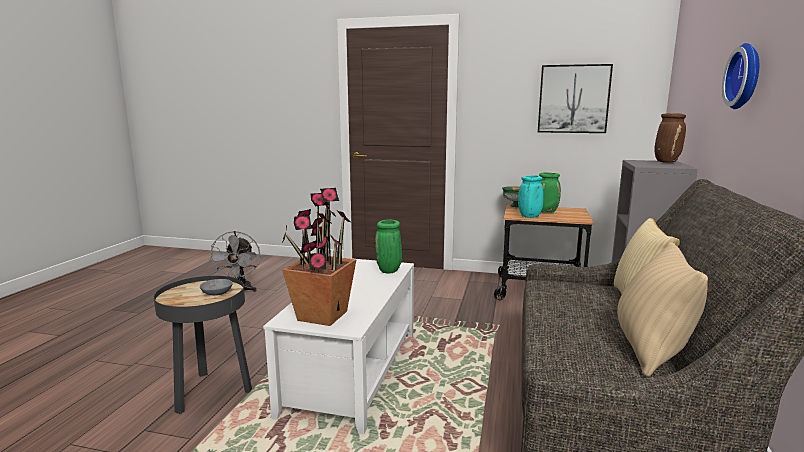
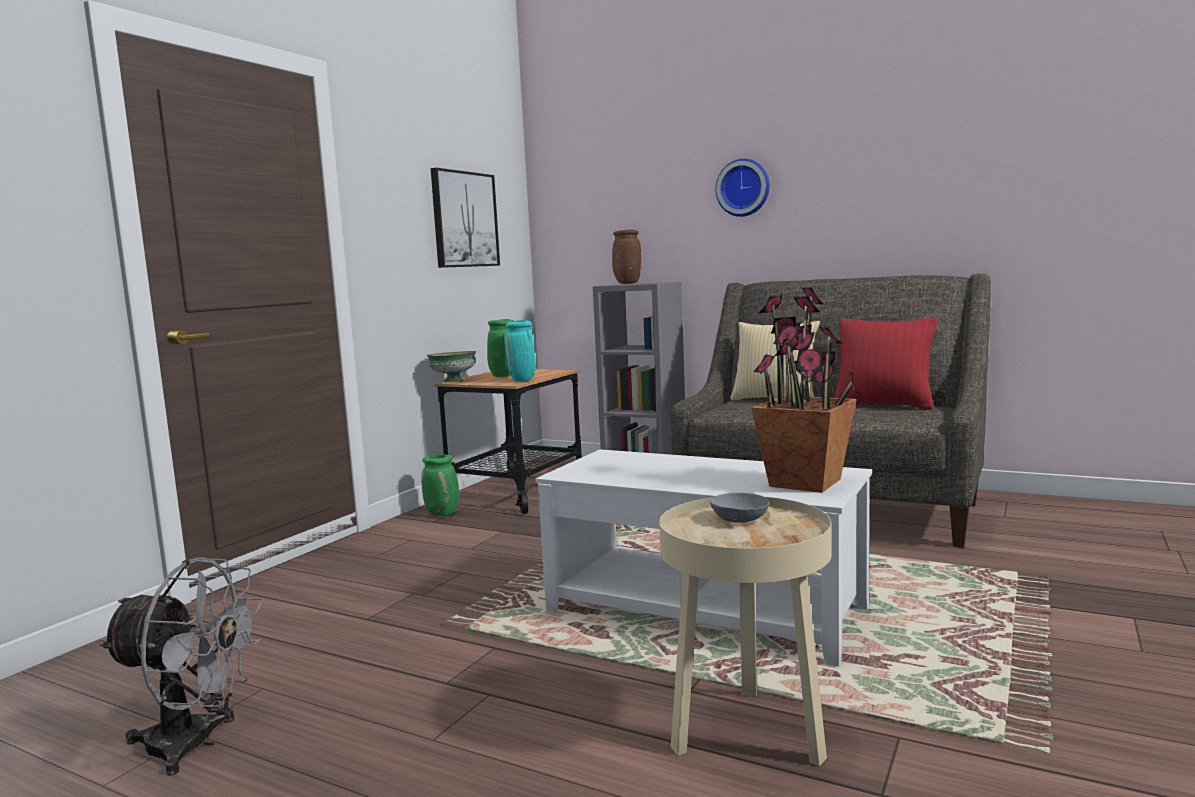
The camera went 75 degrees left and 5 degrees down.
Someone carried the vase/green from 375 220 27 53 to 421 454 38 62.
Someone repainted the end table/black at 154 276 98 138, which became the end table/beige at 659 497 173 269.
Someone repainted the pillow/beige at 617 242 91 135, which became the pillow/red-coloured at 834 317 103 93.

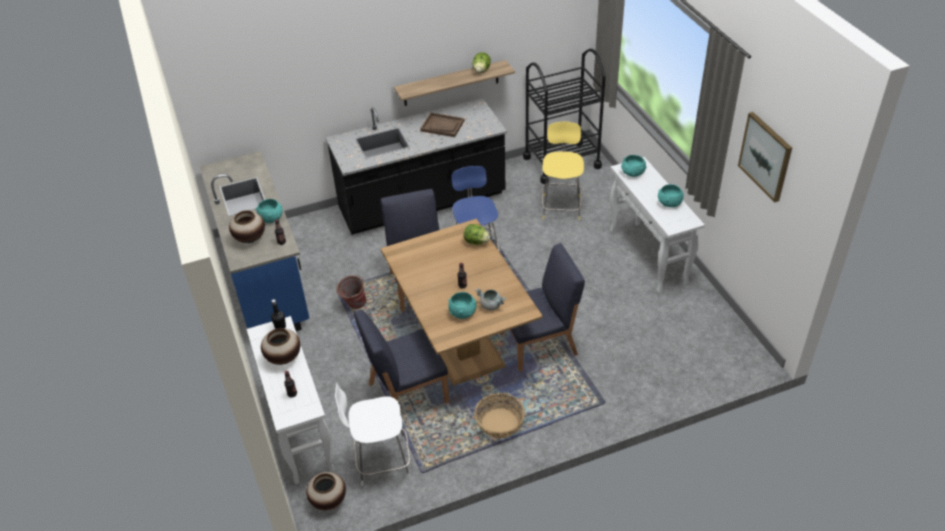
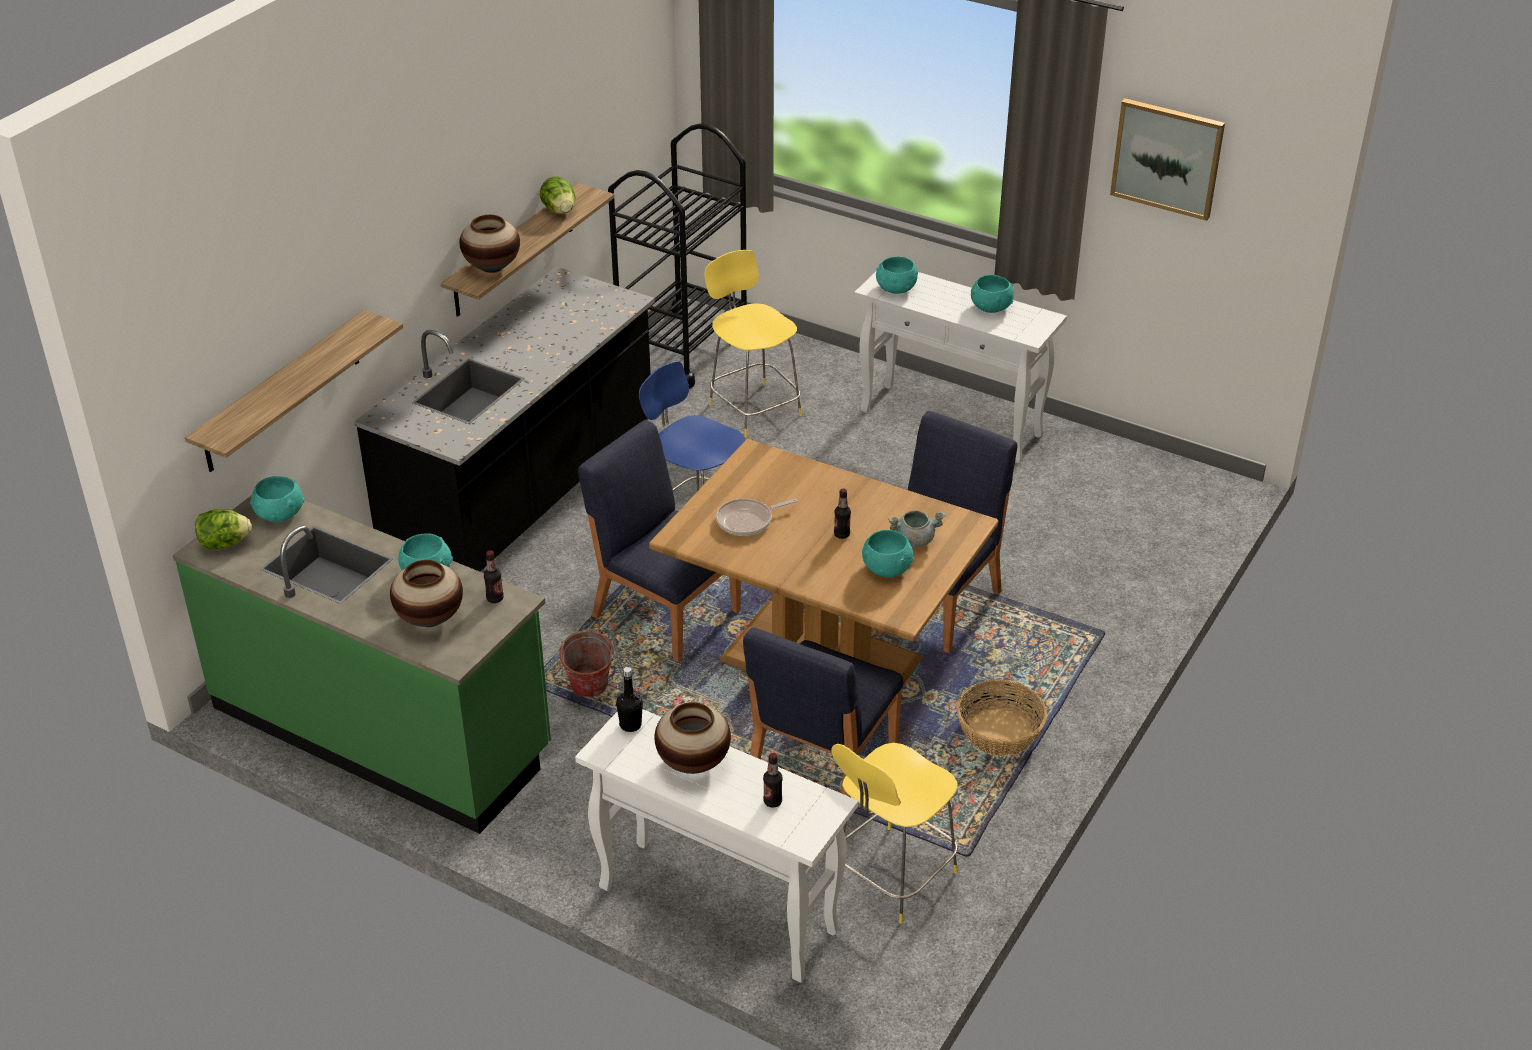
The camera went 40 degrees left and 5 degrees down.
Someone repainted the kitchen counter/blue at 200 151 109 180, which became the kitchen counter/green at 173 495 378 339.
Someone put up the bracket shelf at 185 310 218 162.
Someone carried the head of lettuce from 463 224 28 21 to 195 509 57 40.
Someone put down the deep dish/turquoise at 250 476 55 46.
Someone carried the vase from 306 472 40 38 to 460 215 60 58.
Someone put down the skillet at 716 498 82 38.
Someone repainted the stool/white-coloured at 335 383 75 102, which became the stool/yellow-coloured at 832 743 126 181.
Someone took away the tray/brownish at 420 112 44 25.

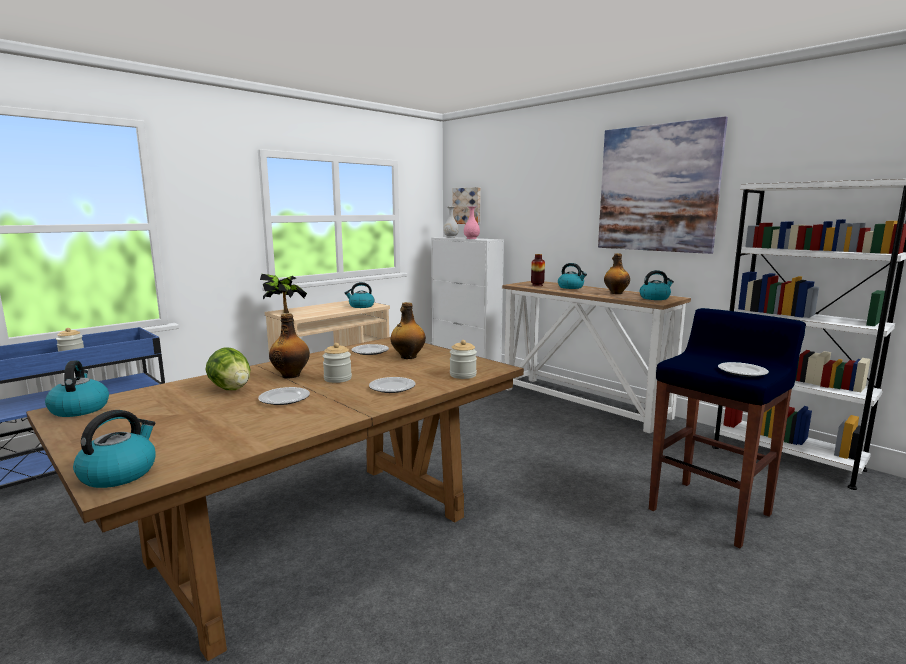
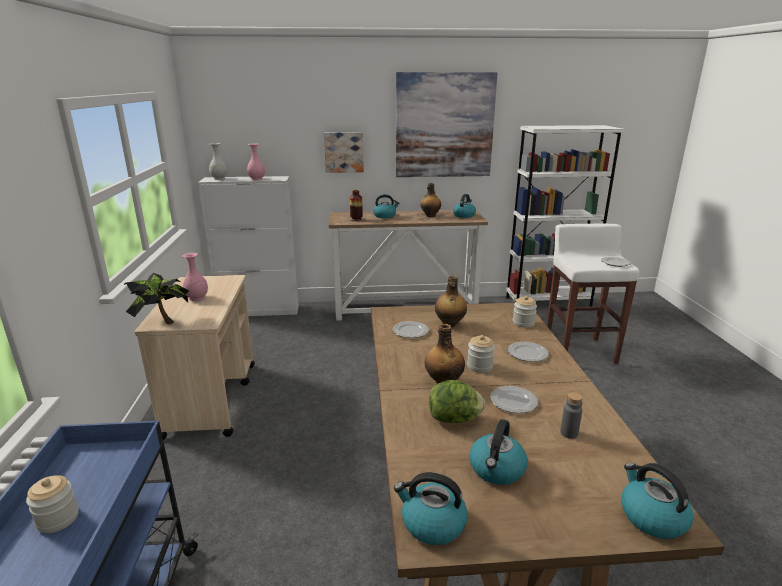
The camera went 50 degrees left and 10 degrees up.
Someone put down the vase/pink at 183 253 25 48.
Someone carried the wall picture from 452 187 29 37 to 324 132 40 41.
Someone carried the tea kettle from 345 282 29 26 to 469 419 59 66.
Someone repainted the stool/blue at 649 308 157 240, which became the stool/white-coloured at 547 224 93 140.
Someone put down the bottle/gray at 560 392 23 47.

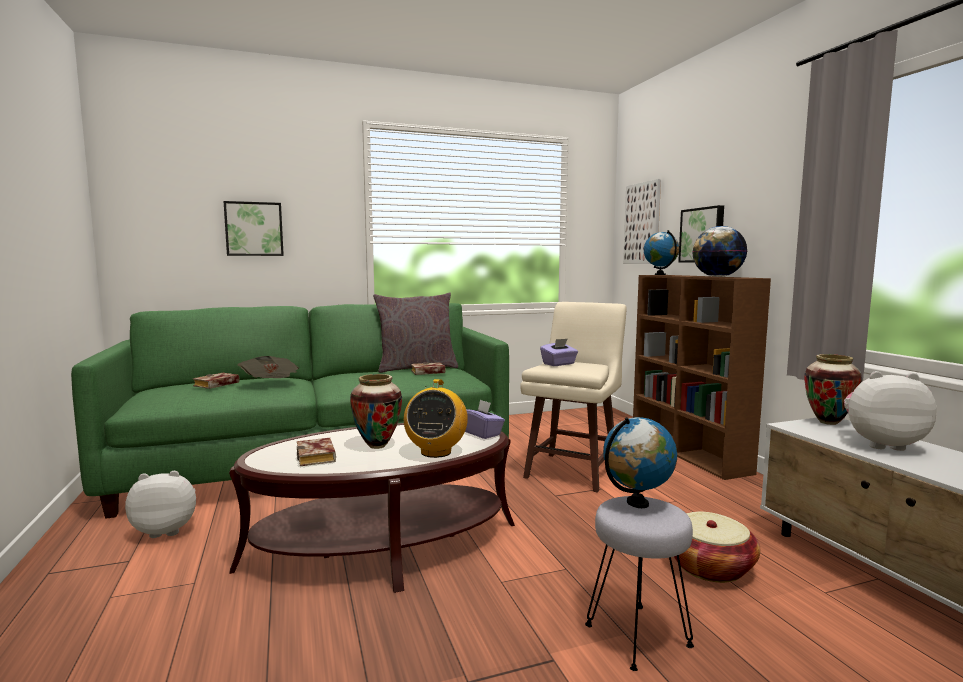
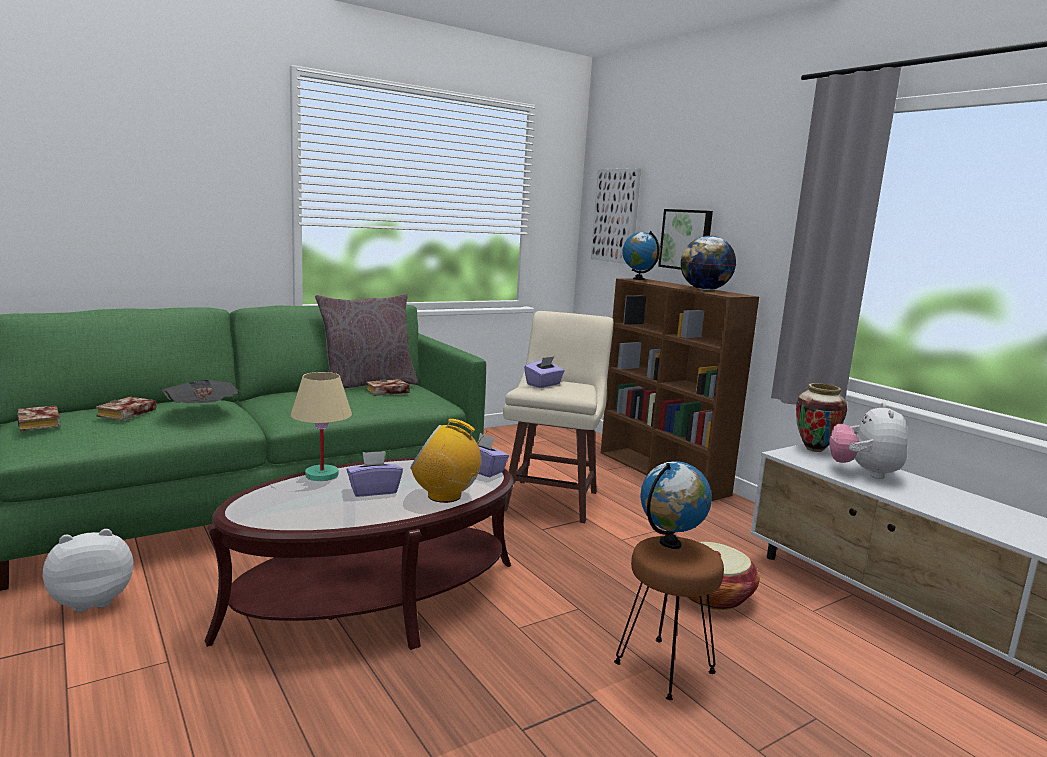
The camera went 15 degrees left and 5 degrees up.
Someone carried the bound book from 297 438 39 28 to 17 405 44 26.
Someone put down the tabletop lamp/beige at 291 372 61 109.
Someone swapped the vase at 350 374 52 75 for the tissue holder/purple at 347 451 56 46.
Someone rotated the radio receiver at 404 379 64 79 by 105 degrees clockwise.
Someone repainted the stool/gray at 585 496 109 175, which became the stool/brownish at 614 536 110 164.
Someone rotated the cuddly toy at 844 371 93 80 by 75 degrees counterclockwise.
Someone took away the wall picture at 223 201 61 55.

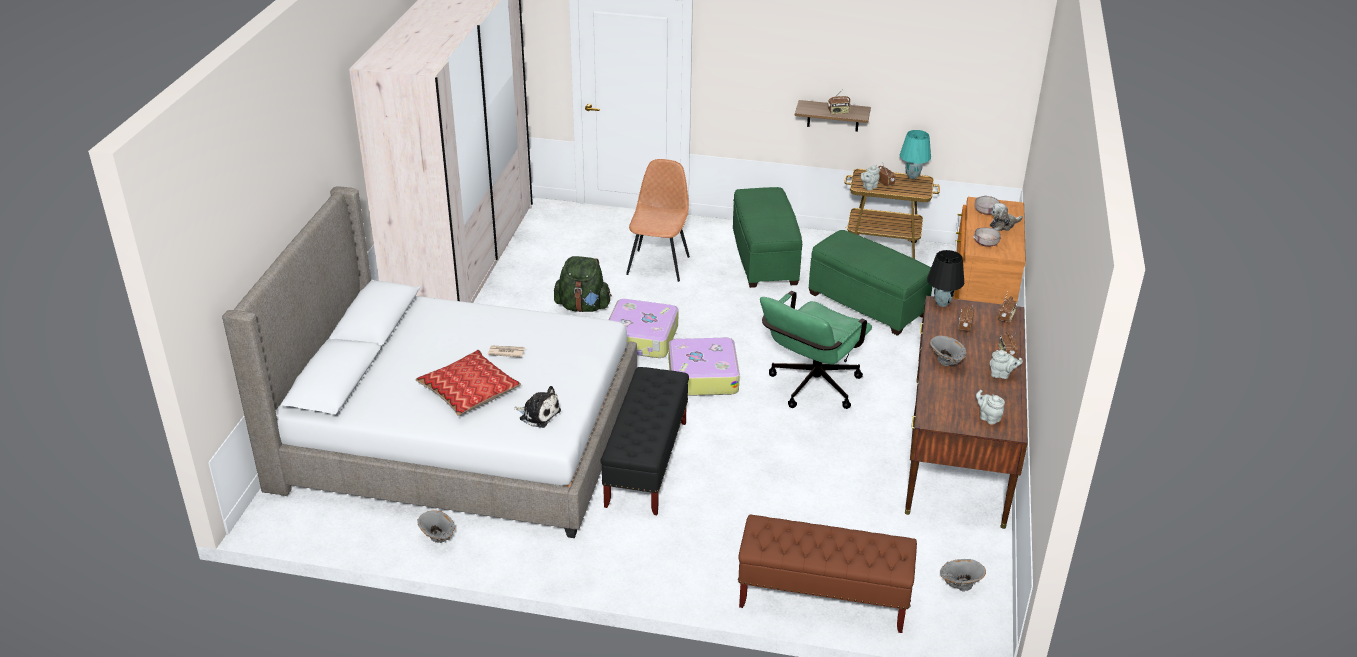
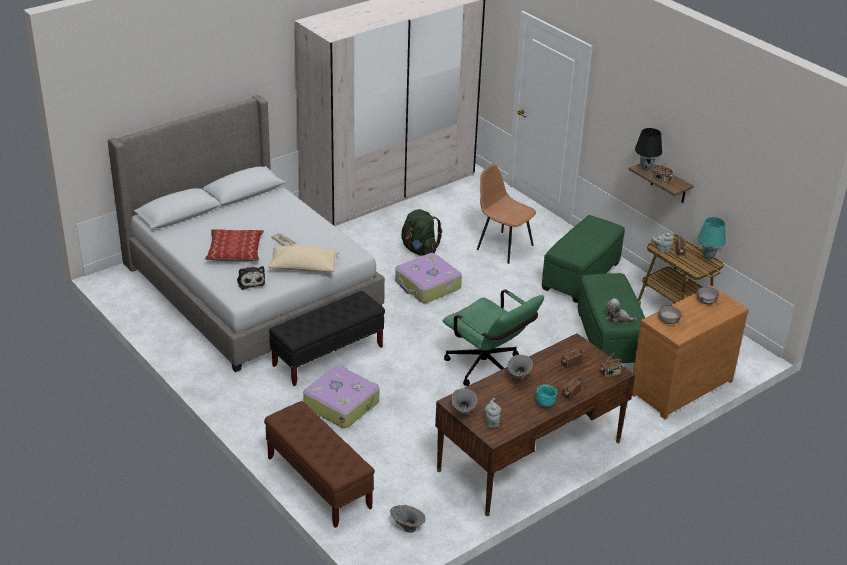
The camera went 40 degrees right and 0 degrees up.
Someone put down the pillow/beige at 268 245 71 27.
Someone carried the suitcase from 669 337 71 59 to 303 366 76 62.
Someone rotated the office chair/green at 760 291 112 118 by 120 degrees counterclockwise.
Someone carried the vase/gray from 417 510 38 33 to 451 388 26 28.
Someone rotated the plain chair/brownish at 626 159 64 123 by 105 degrees counterclockwise.
Someone swapped the pot for tea/gray at 990 350 33 29 for the deep dish/turquoise at 536 384 21 23.
Someone carried the cuddly toy from 990 203 33 28 to 606 298 31 26.
Someone carried the tabletop lamp/black from 927 250 37 57 to 635 128 27 43.

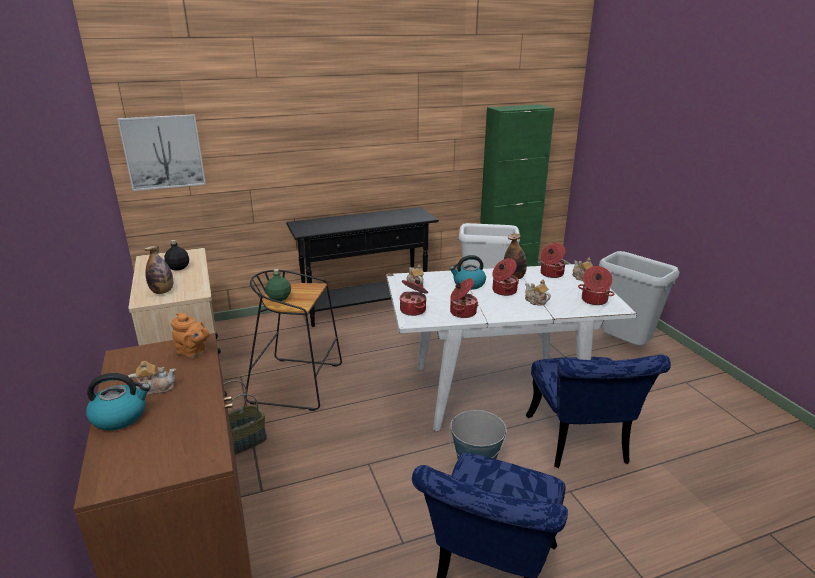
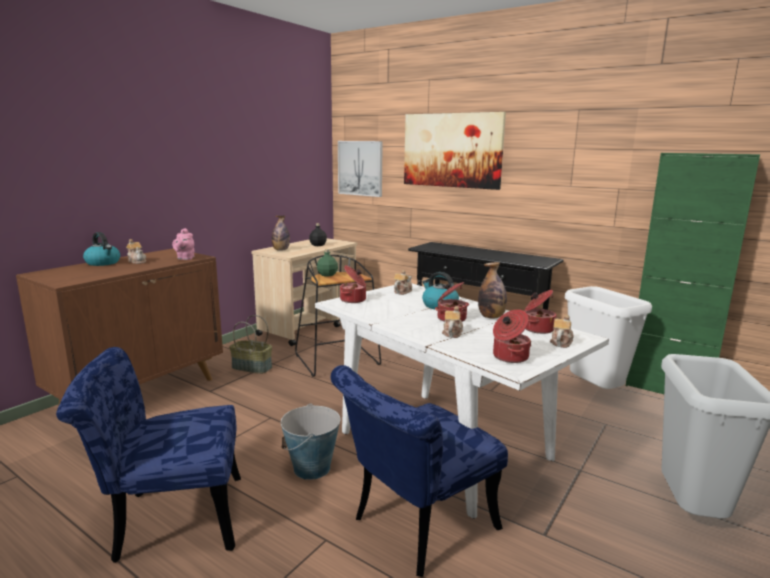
The camera went 55 degrees right and 10 degrees down.
Someone repainted the pot for tea/orangey at 171 313 39 45, which became the pot for tea/pink at 172 228 22 32.
Someone put up the wall picture at 404 112 102 78.
Someone took away the cooking pot at 450 278 28 40.

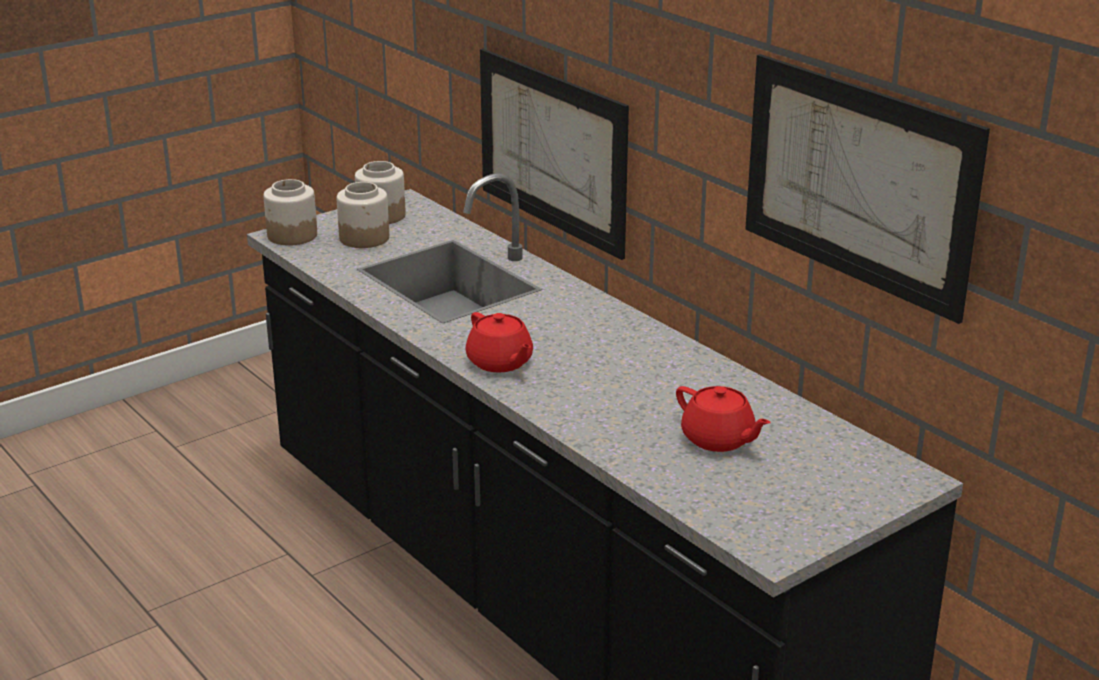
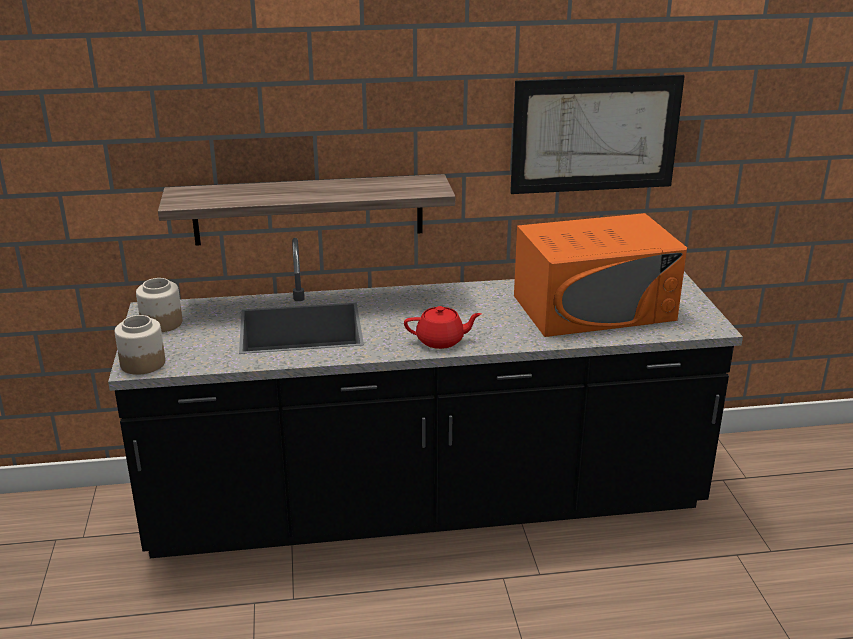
The camera went 60 degrees left and 0 degrees up.
Someone swapped the wall picture at 480 49 149 211 for the bracket shelf at 158 174 297 72.
Someone swapped the pot for tea/red-coloured at 676 386 95 66 for the microwave oven/orangey at 514 213 173 124.
Someone took away the jar at 337 182 52 66.

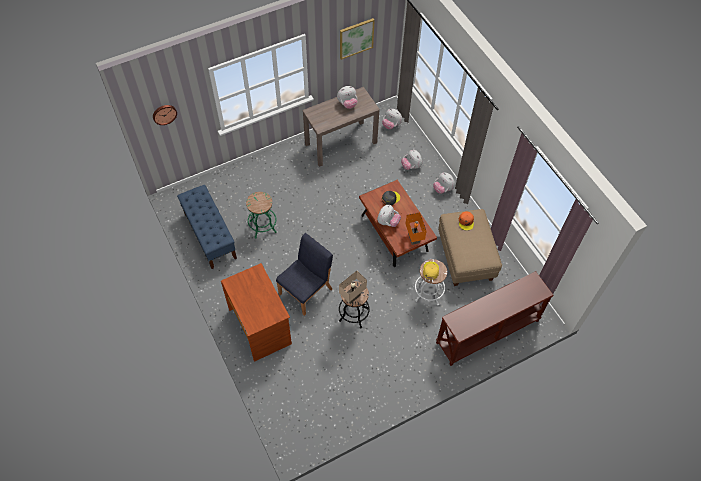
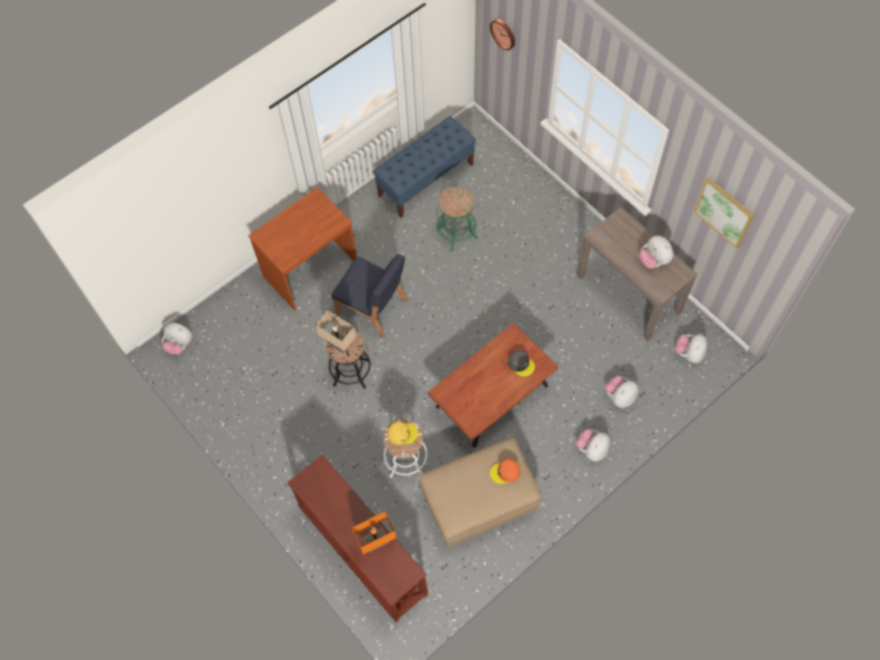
The camera went 80 degrees right and 5 degrees up.
Someone carried the cuddly toy from 377 205 24 22 to 162 323 30 32.
Someone carried the tabletop lamp/orangey from 406 212 21 33 to 352 511 44 43.

